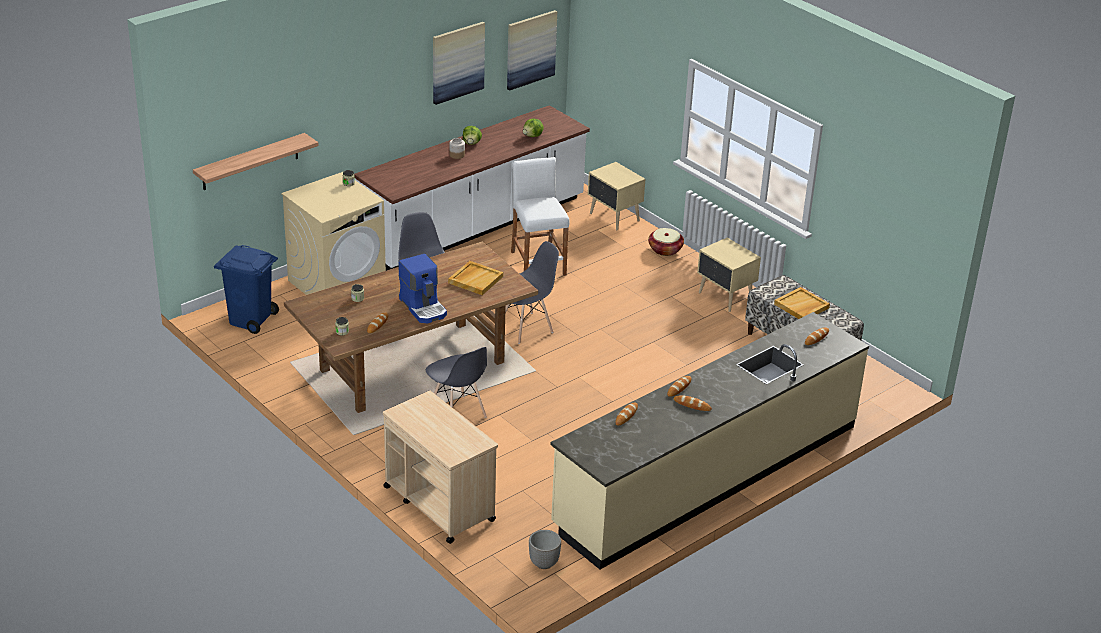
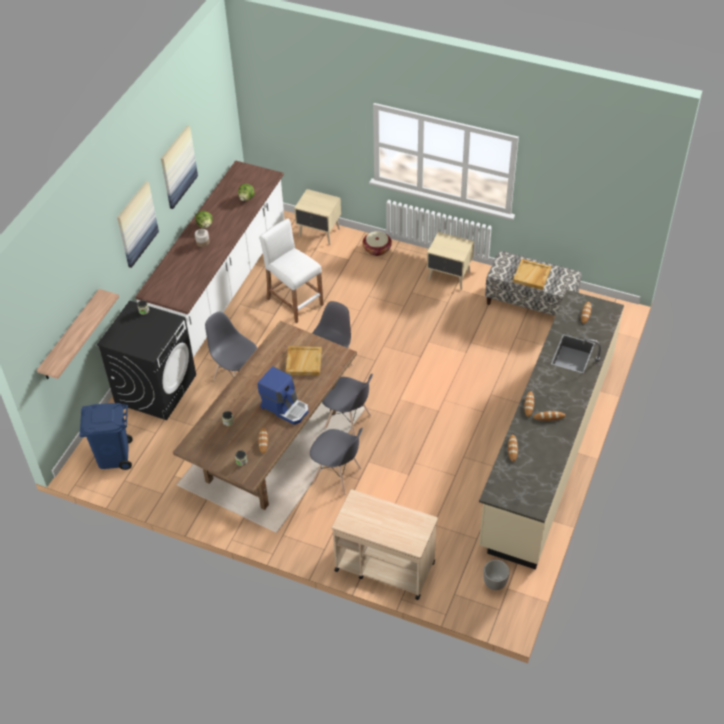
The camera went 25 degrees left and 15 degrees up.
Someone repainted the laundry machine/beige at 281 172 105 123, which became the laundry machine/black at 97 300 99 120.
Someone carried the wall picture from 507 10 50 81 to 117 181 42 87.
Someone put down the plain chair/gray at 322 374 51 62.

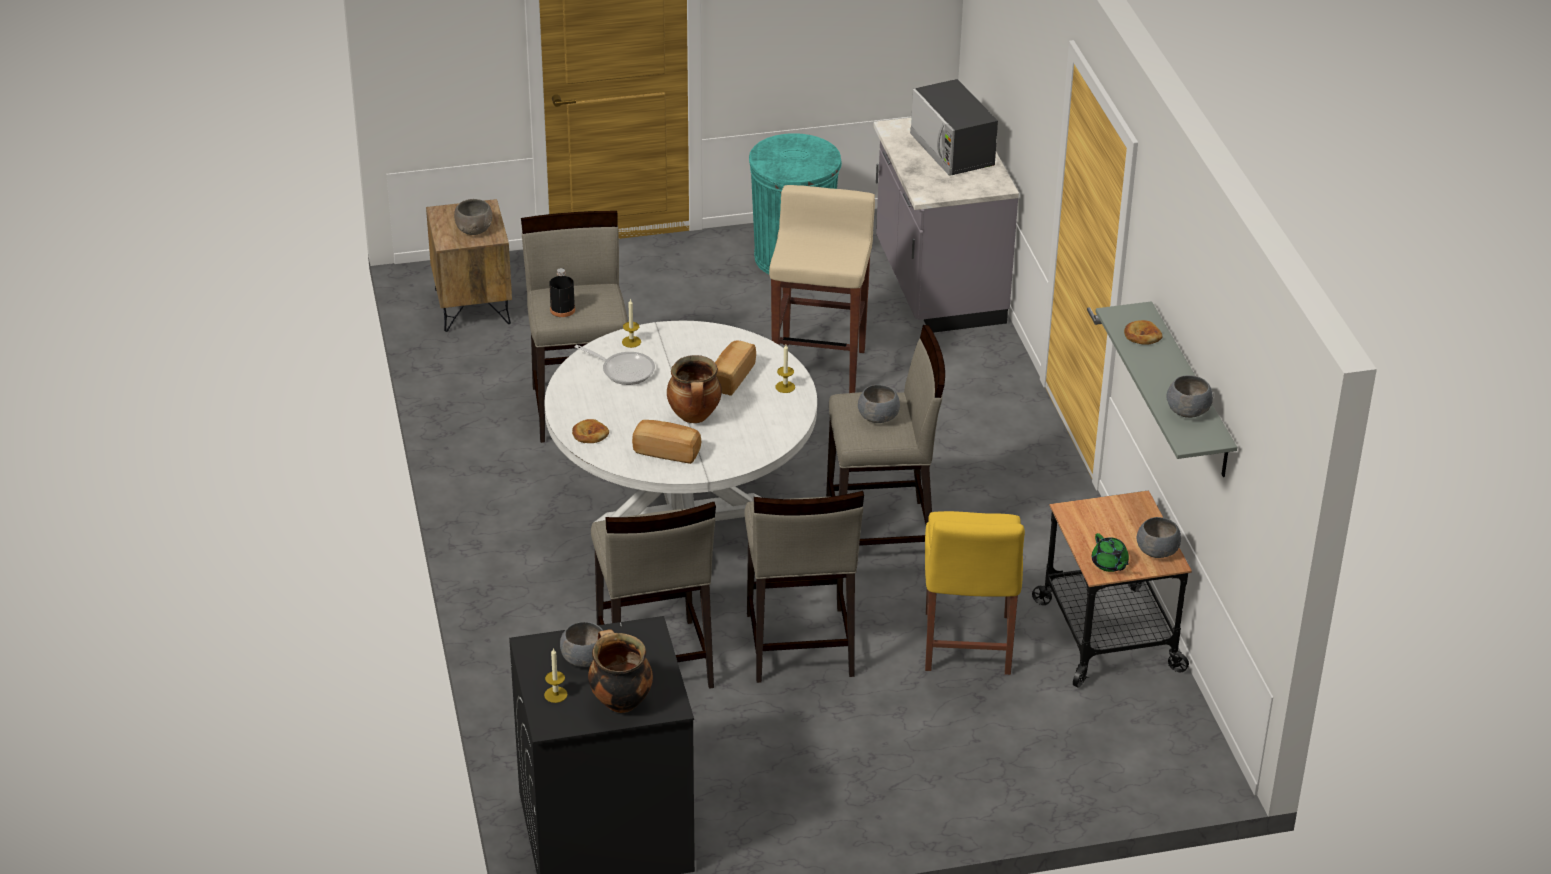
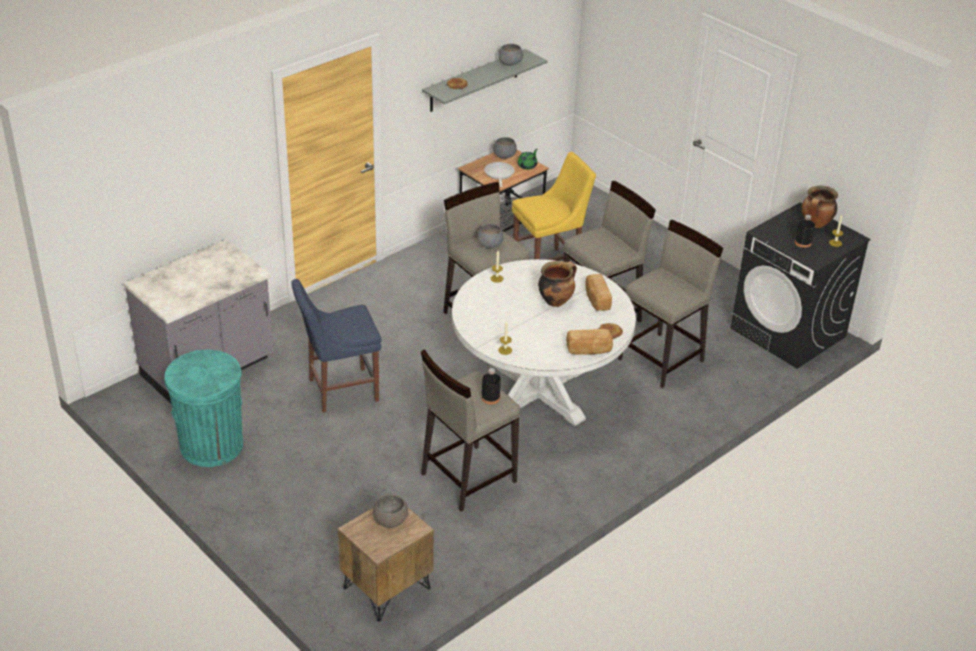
The camera went 120 degrees left and 0 degrees up.
Someone swapped the stool/beige at 769 185 106 208 for the plain chair/blue at 291 279 90 134.
Someone carried the skillet from 575 345 80 40 to 484 162 31 25.
Someone carried the bakery bread from 715 341 41 55 to 566 329 47 26.
Someone swapped the deep dish/gray at 560 622 44 45 for the bottle/black at 795 215 20 33.
Someone took away the microwave oven at 910 79 88 97.

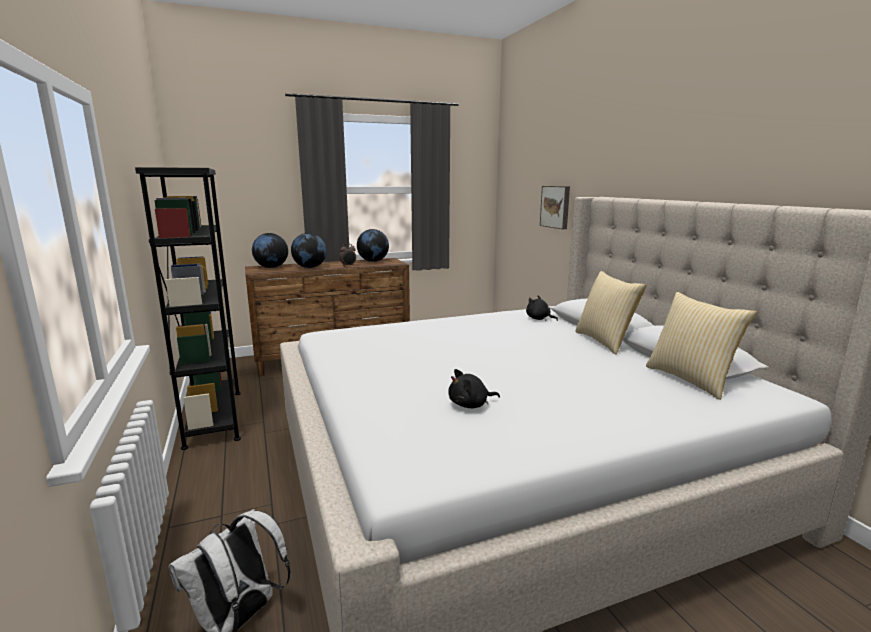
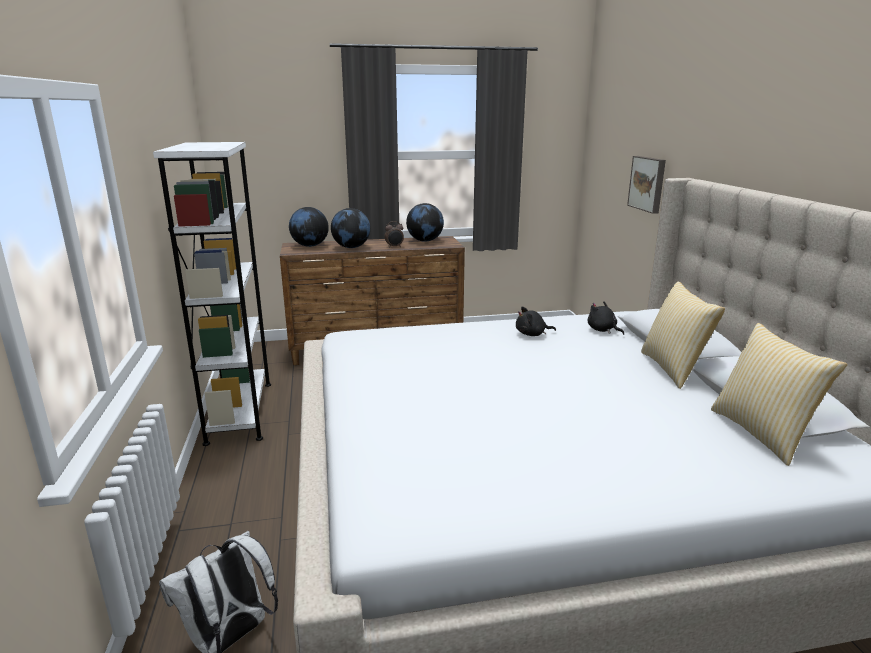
The camera went 10 degrees right and 5 degrees up.
Someone repainted the bookshelf/black at 135 167 106 283, which became the bookshelf/white-coloured at 153 142 118 304.
Someone carried the cuddly toy/black from 448 369 52 39 to 516 307 40 29.

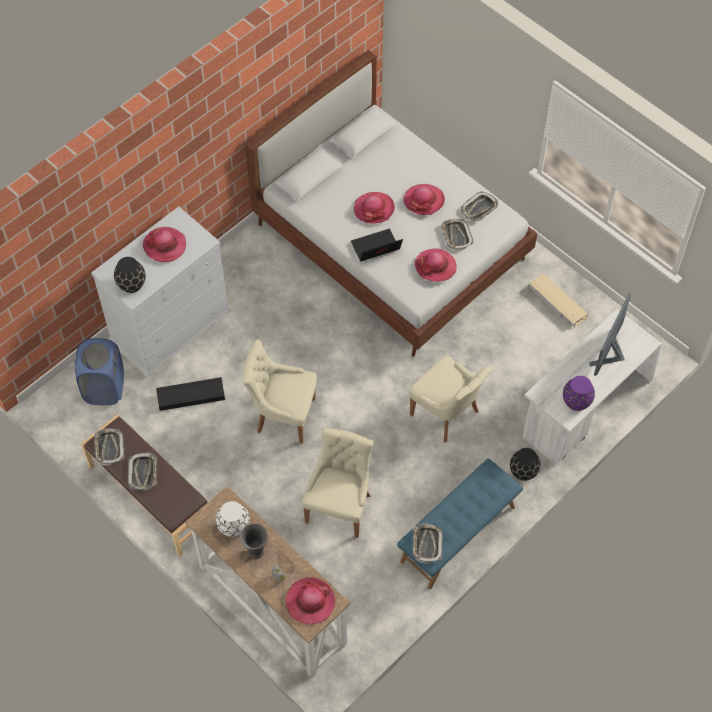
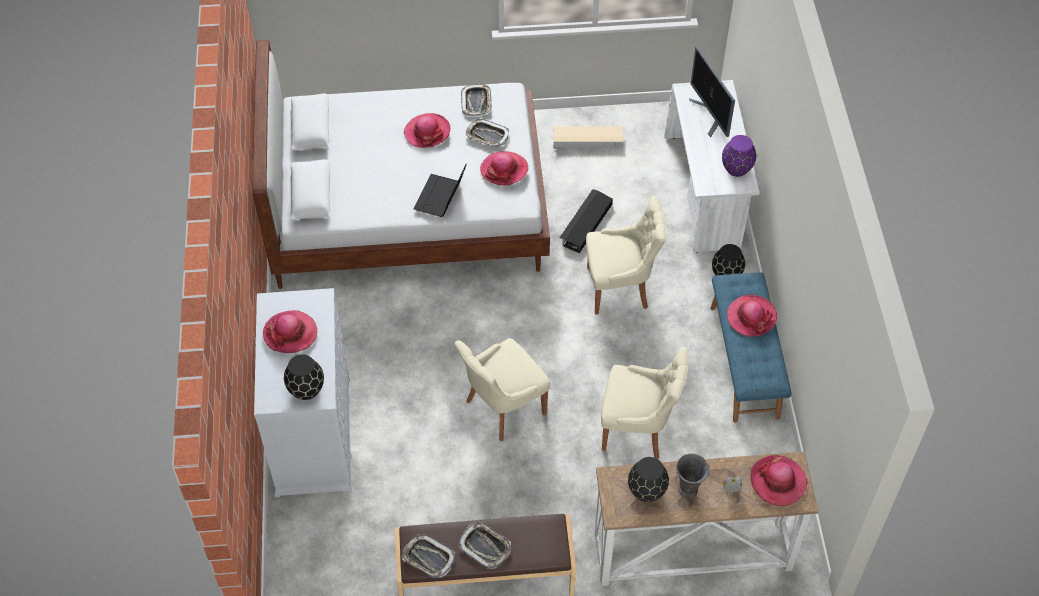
The camera went 50 degrees left and 5 degrees down.
Someone carried the storage bin/black from 156 377 69 34 to 559 189 54 64.
Someone rotated the plain chair/beige at 302 428 72 110 by 135 degrees clockwise.
Someone repainted the vase/white-coloured at 216 501 34 36, which became the vase/black at 628 457 41 45.
Someone carried the wearable hat from 354 192 41 31 to 727 295 50 42.
Someone took away the laundry basket/blue at 75 338 49 67.
Someone took away the tray at 412 523 31 41.

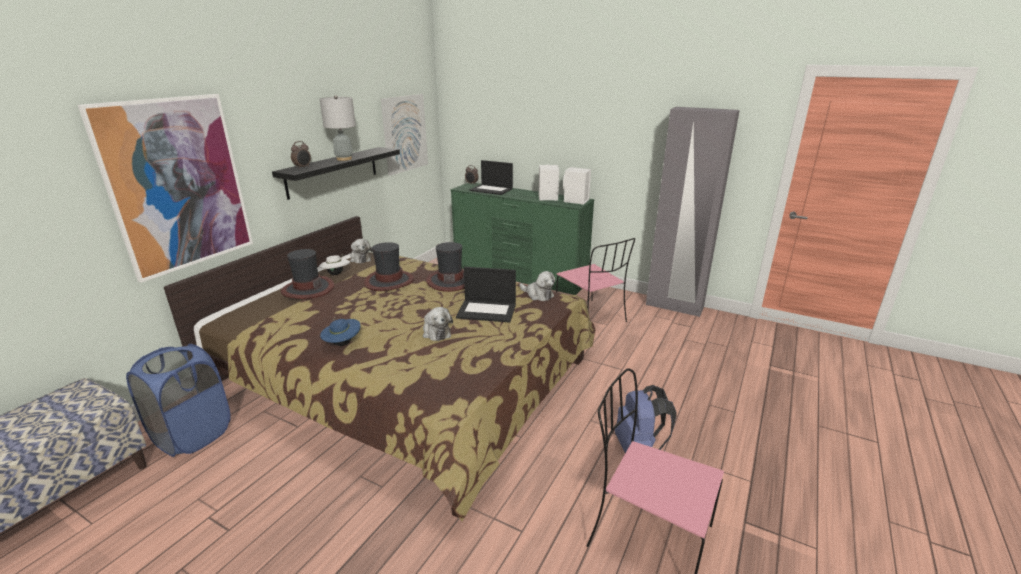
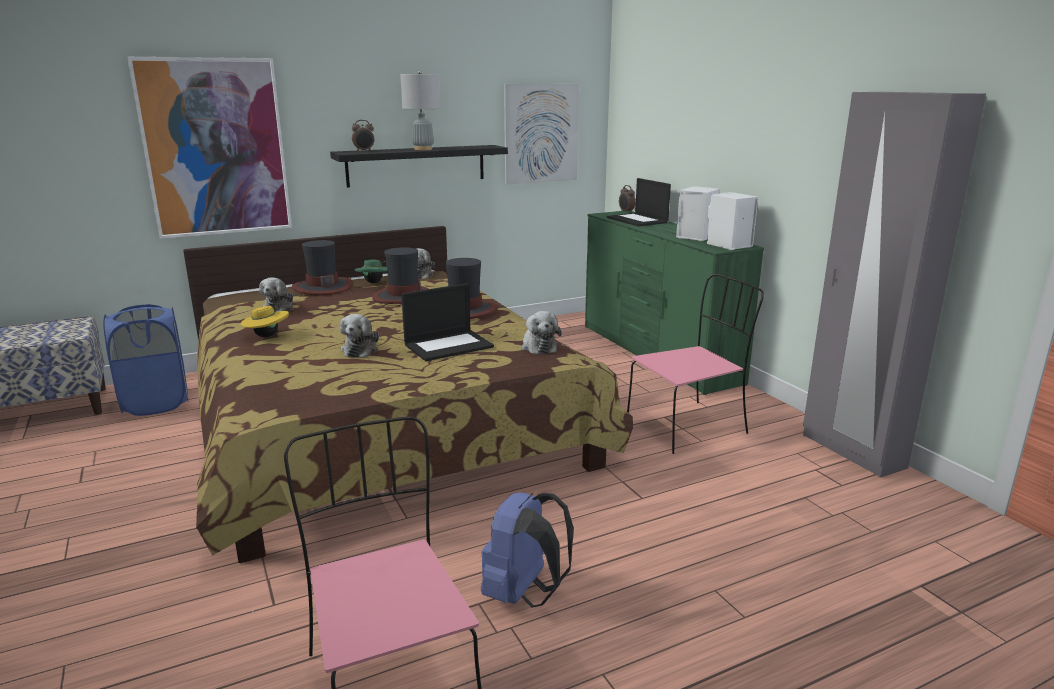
The camera went 35 degrees right and 5 degrees down.
Someone repainted the wearable hat/blue at 320 317 40 29, which became the wearable hat/yellow-coloured at 241 303 48 34.
Someone put down the cuddly toy at 259 277 35 35.
Someone repainted the wearable hat/white-coloured at 319 255 31 20, which became the wearable hat/green at 355 259 32 24.
Someone rotated the laptop at 456 267 60 56 by 75 degrees counterclockwise.
Someone rotated the plain chair/pink at 556 238 79 84 by 120 degrees counterclockwise.

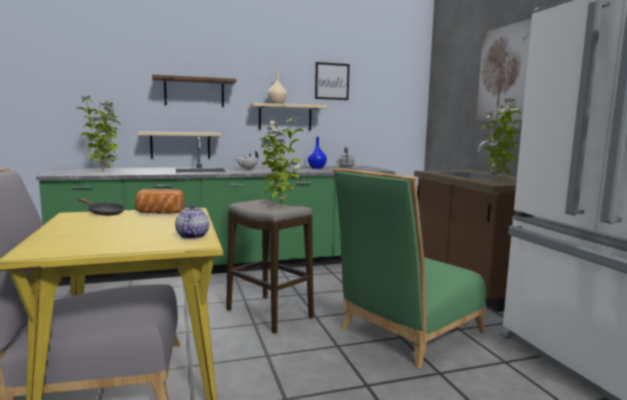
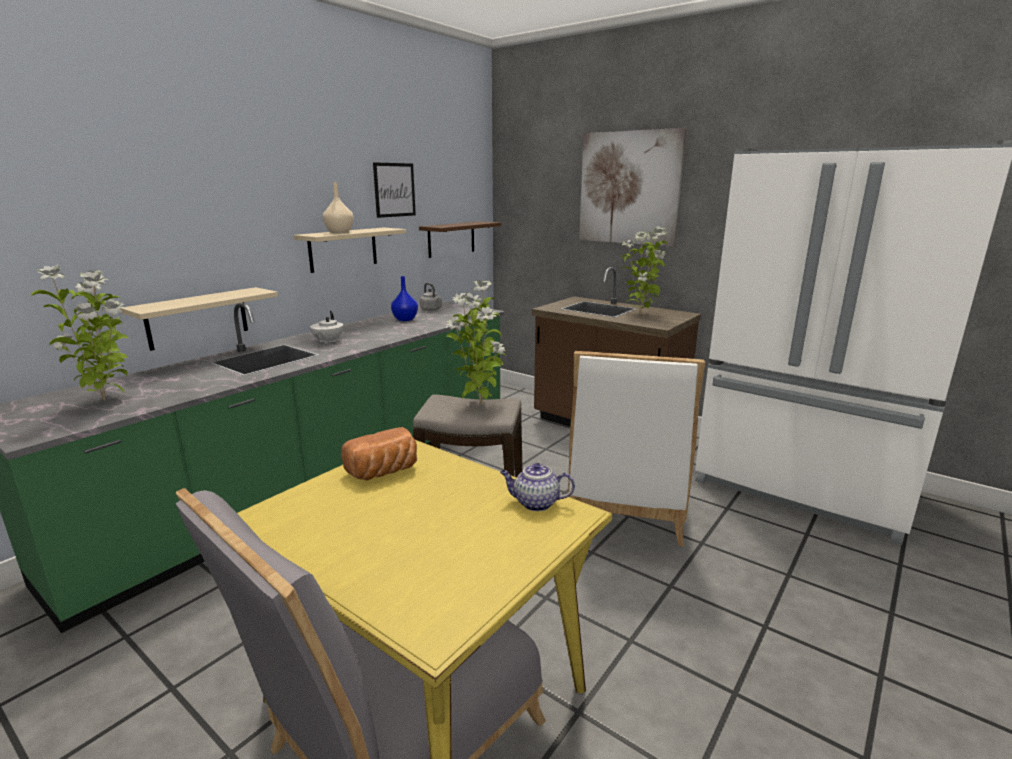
The camera went 35 degrees left and 10 degrees up.
Someone carried the bracket shelf/brownish from 152 74 85 33 to 419 221 82 37.
Someone rotated the pot for tea at 175 205 34 34 by 45 degrees counterclockwise.
Someone repainted the plain chair/green at 333 168 153 201, which became the plain chair/white-coloured at 568 351 137 195.
Someone took away the skillet/black at 77 197 47 19.

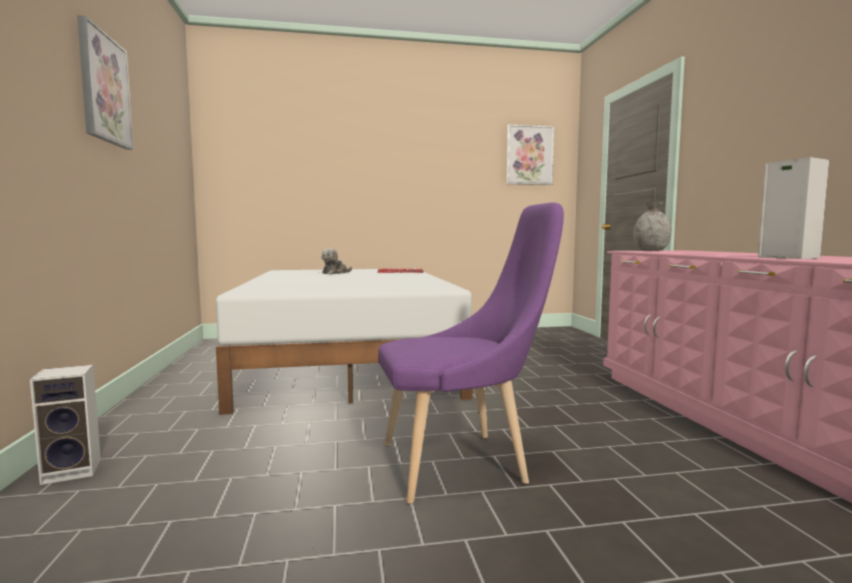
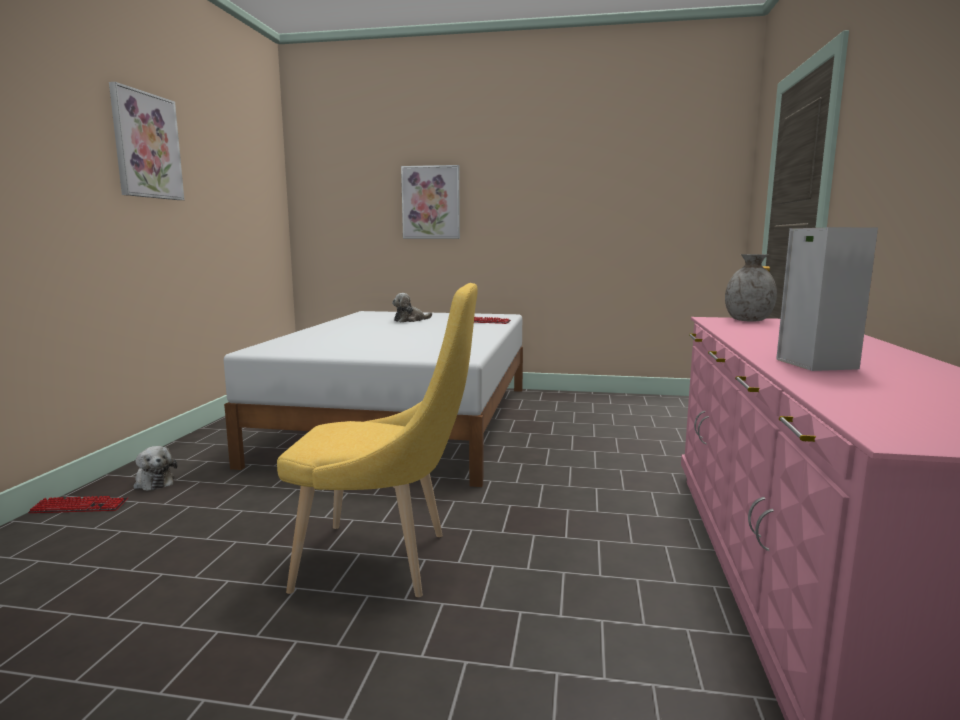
The camera went 20 degrees right and 5 degrees up.
Someone swapped the loudspeaker at 30 365 71 120 for the keyboard at 28 496 100 17.
Someone put down the cuddly toy at 133 446 44 45.
Someone repainted the plain chair/purple at 378 202 186 302, which became the plain chair/yellow-coloured at 277 283 201 314.
Someone carried the wall picture from 507 124 47 61 to 401 165 59 74.

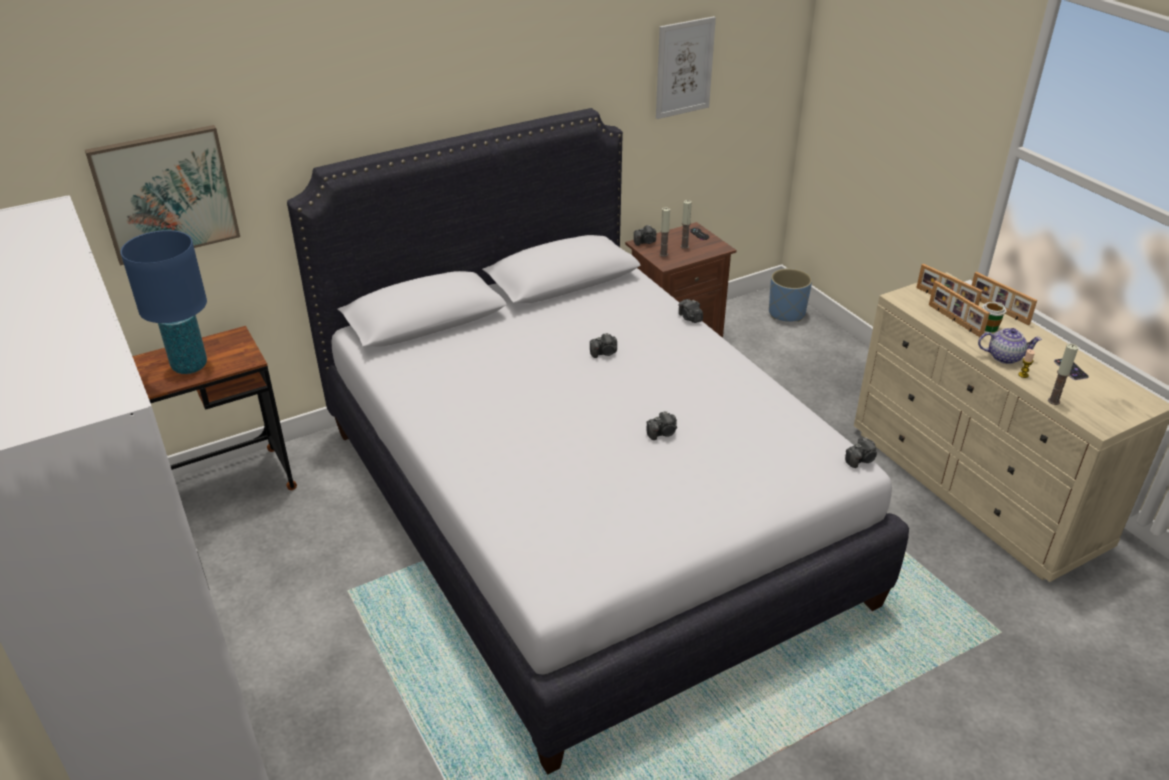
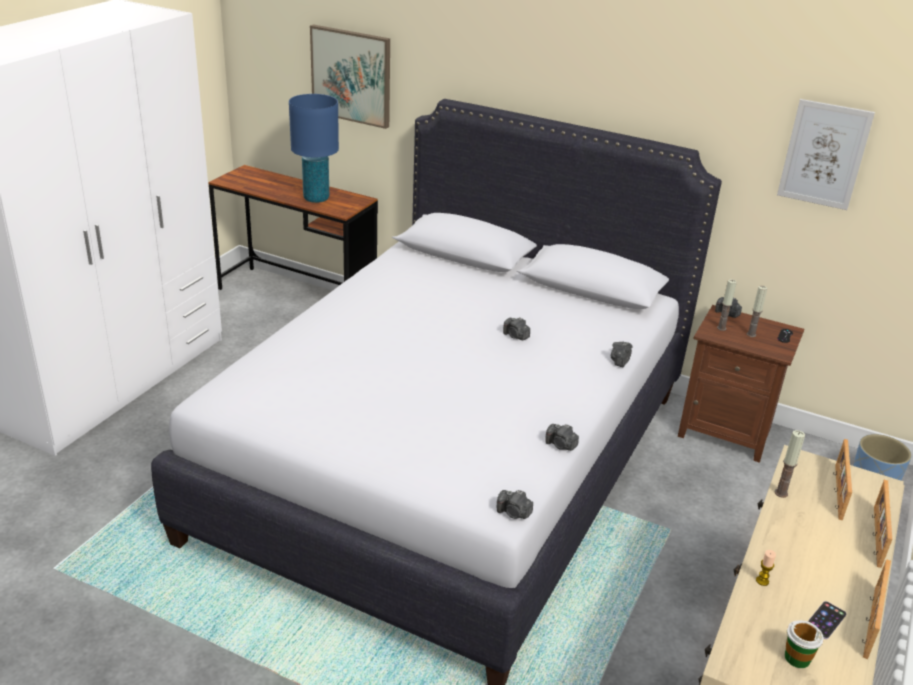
The camera went 55 degrees right and 5 degrees down.
Someone carried the still camera from 646 411 31 29 to 545 424 34 27.
Someone carried the wax light from 1048 344 30 61 to 775 430 30 68.
Someone carried the drinking cup from 982 302 24 31 to 785 620 39 48.
Someone carried the standing frame from 929 281 61 56 to 862 559 29 100.
Someone took away the pot for tea at 978 328 64 36.

